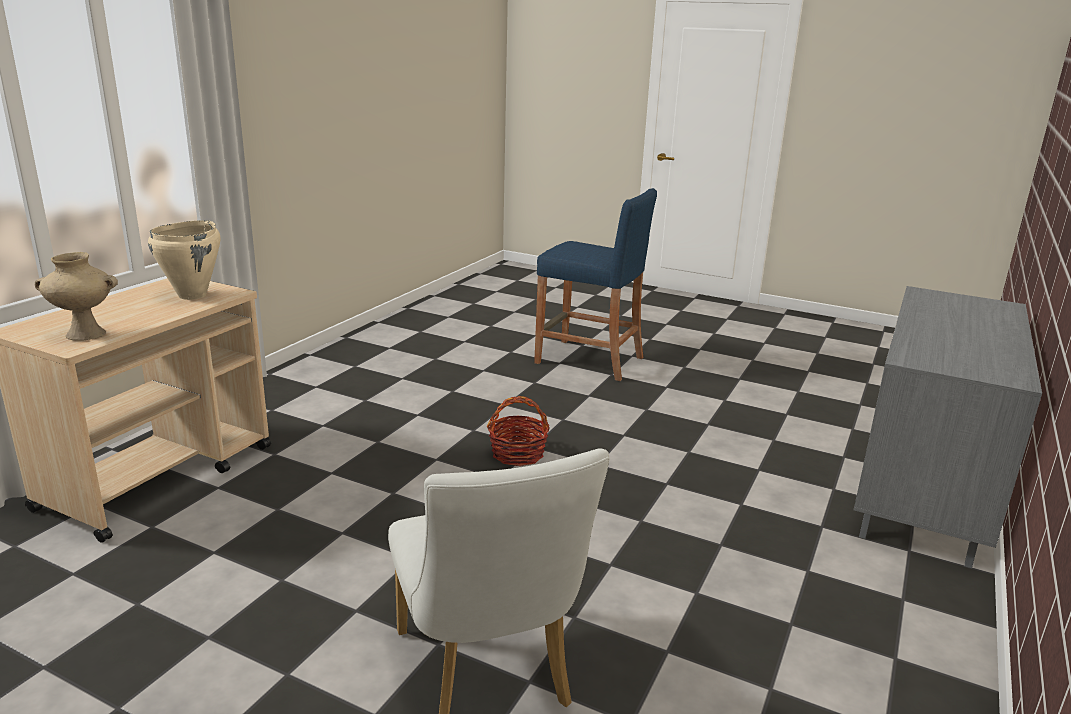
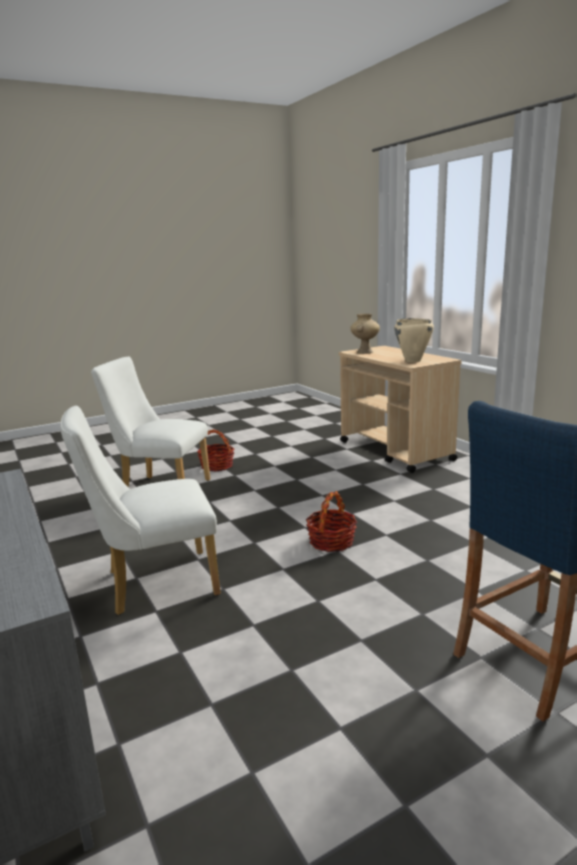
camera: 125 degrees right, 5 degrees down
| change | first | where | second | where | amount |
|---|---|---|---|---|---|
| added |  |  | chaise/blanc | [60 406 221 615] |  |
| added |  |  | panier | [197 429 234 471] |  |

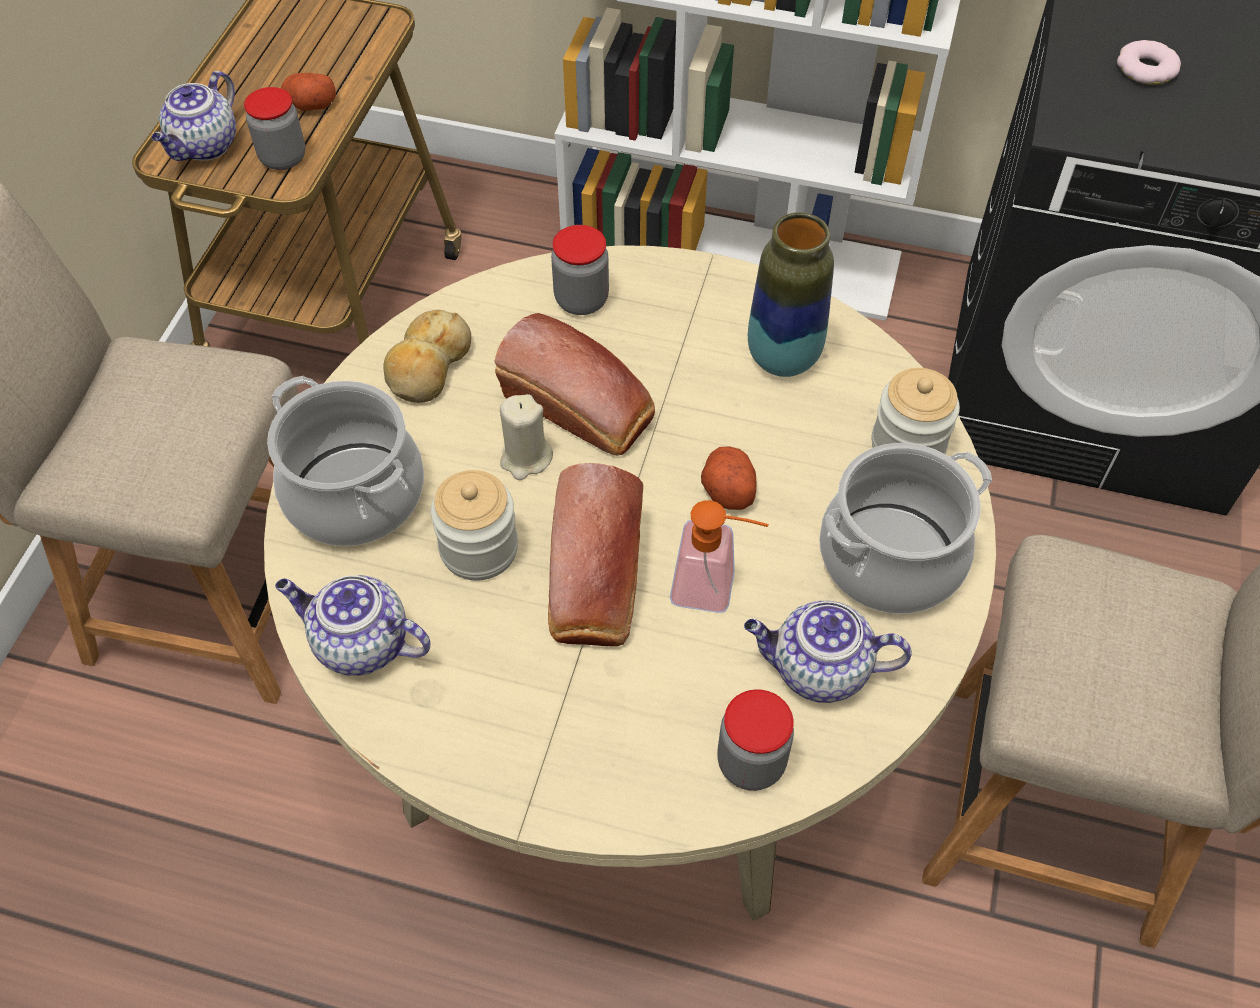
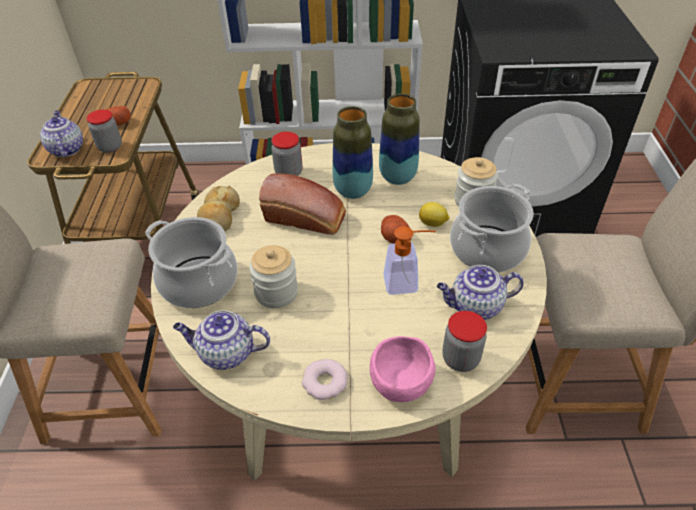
camera: 15 degrees left, 10 degrees down
| change | first | where | second | where | amount |
|---|---|---|---|---|---|
| turned | théière | [152 71 236 161] |  | [40 110 83 157] | 150 degrees clockwise |
| moved | beignet | [1117 40 1181 85] |  | [302 359 348 400] |  |
| added |  |  | vase | [333 106 373 199] |  |
| added |  |  | bol/rose | [370 336 436 402] |  |
| added |  |  | citron | [419 202 449 227] |  |
| removed | bougie/beige | [500 394 553 480] |  |  |  |
| removed | pain | [548 463 643 646] |  |  |  |

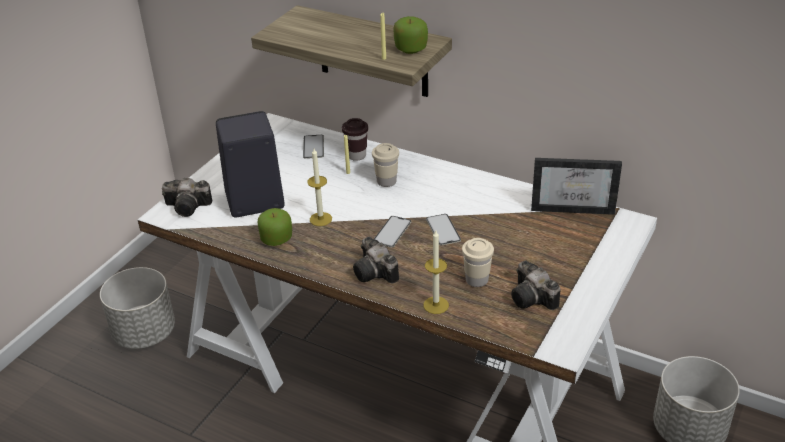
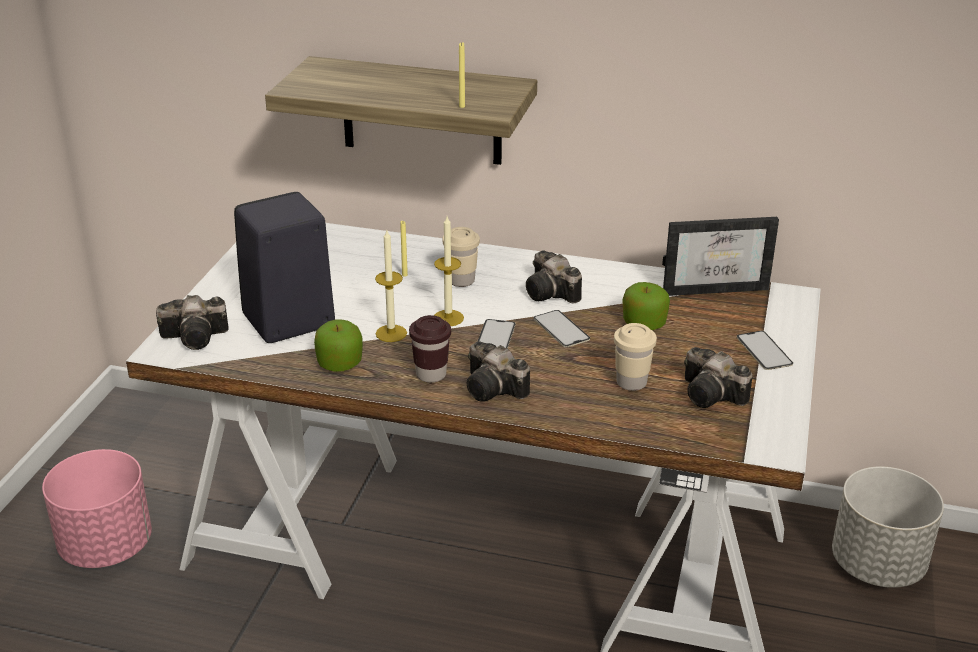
camera: 15 degrees left, 5 degrees down
| change | first | where | second | where | amount |
|---|---|---|---|---|---|
| recoloured | cache-pot/gris | [100 267 175 349] | cache-pot/rose | [42 449 152 568] |  |
| moved | tasse/marron | [342 118 368 161] |  | [409 315 451 383] |  |
| moved | bougie | [423 231 449 314] |  | [434 216 464 326] |  |
| added |  |  | appareil photo | [526 250 582 303] |  |
| moved | pomme | [394 16 428 54] |  | [622 282 670 330] |  |
| moved | téléphone | [303 135 324 159] |  | [737 331 793 370] |  |

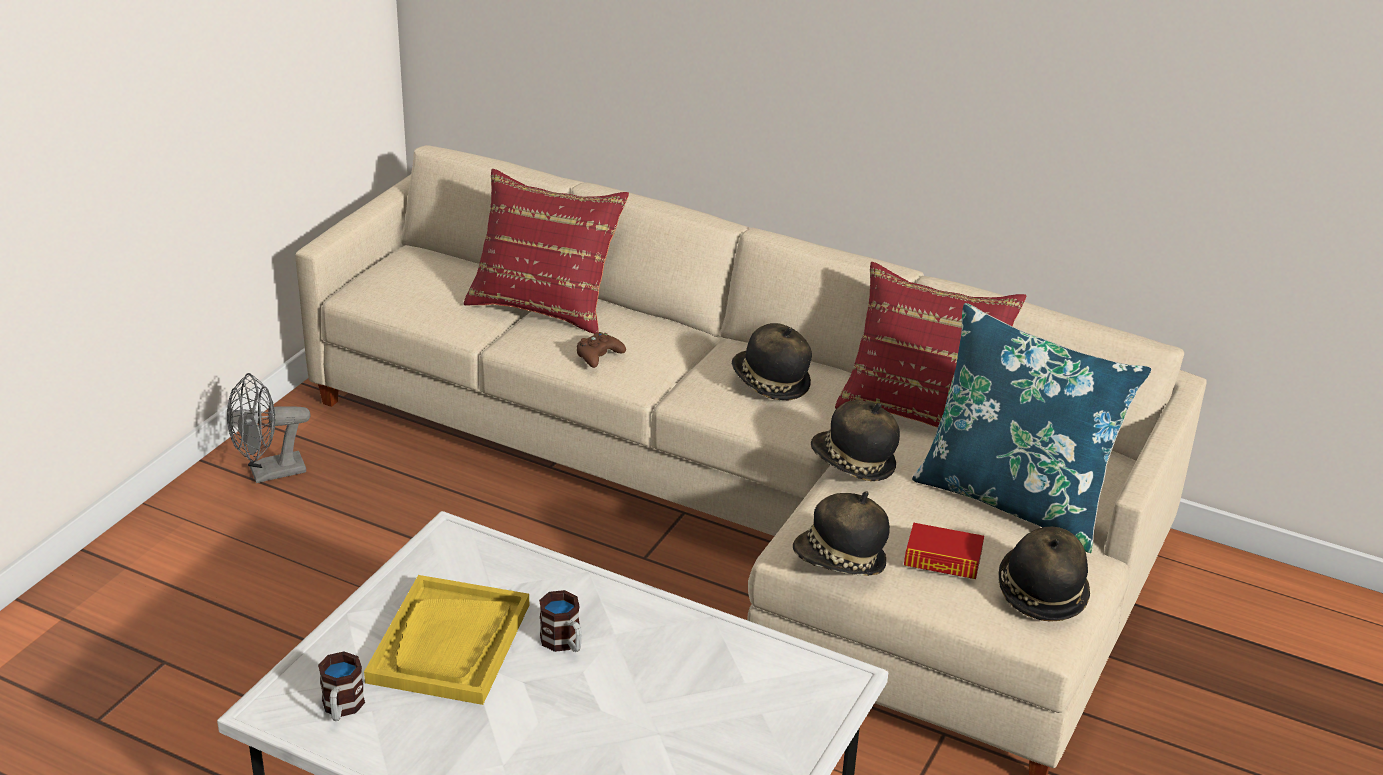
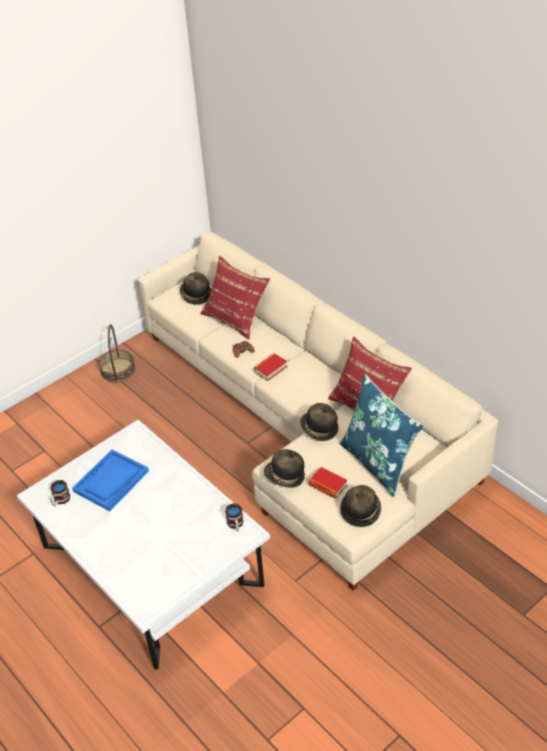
camera: 25 degrees right, 10 degrees up
| change | first | where | second | where | amount |
|---|---|---|---|---|---|
| recoloured | plateau/jaune | [364 575 529 705] | plateau/bleu | [72 449 149 511] |  |
| replaced | ventilateur/gris | [227 373 310 483] | panier | [98 324 135 382] |  |
| moved | chapeau | [732 323 812 400] |  | [180 272 211 305] |  |
| moved | mug | [539 590 582 652] |  | [225 503 244 531] |  |
| added |  |  | livre | [254 353 287 381] |  |

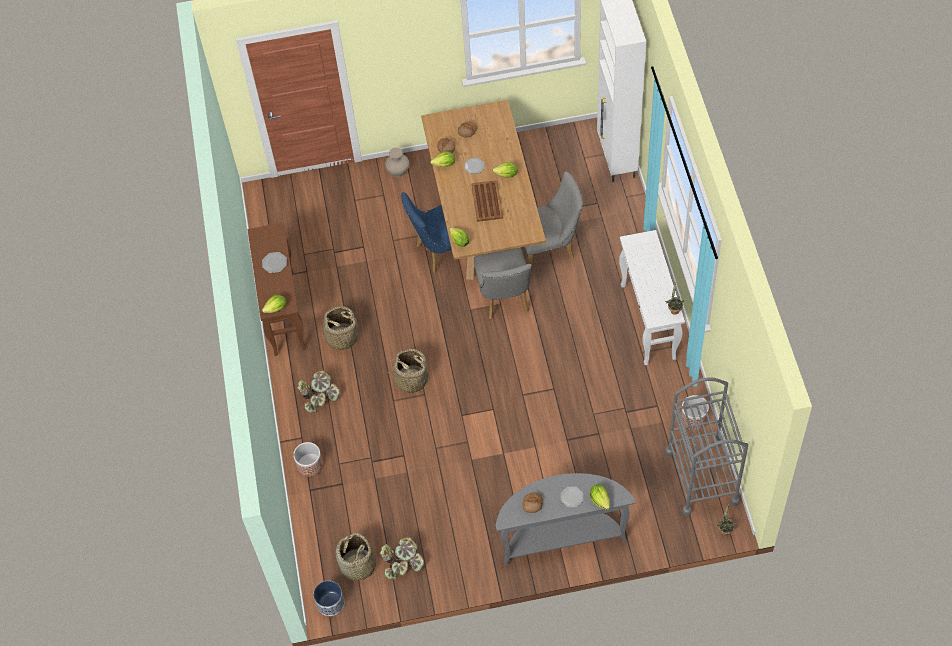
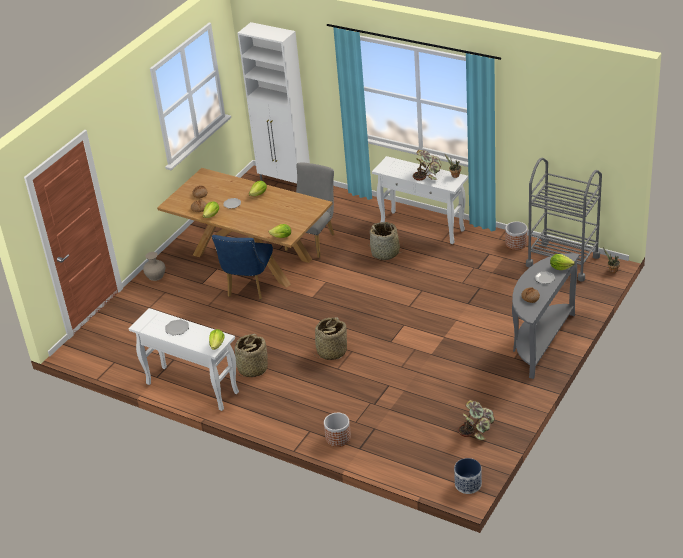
camera: 50 degrees left, 20 degrees down
| change | first | where | second | where | amount |
|---|---|---|---|---|---|
| recoloured | table console/marron | [247 222 306 356] | table console/blanc | [128 308 239 411] |  |
| moved | panier | [336 533 376 582] |  | [368 222 404 260] |  |
| moved | plante en pot | [297 370 340 413] |  | [413 150 442 181] |  |
| removed | plateau/marron | [471 180 503 222] |  |  |  |
| removed | chaise/gris | [474 248 532 319] |  |  |  |

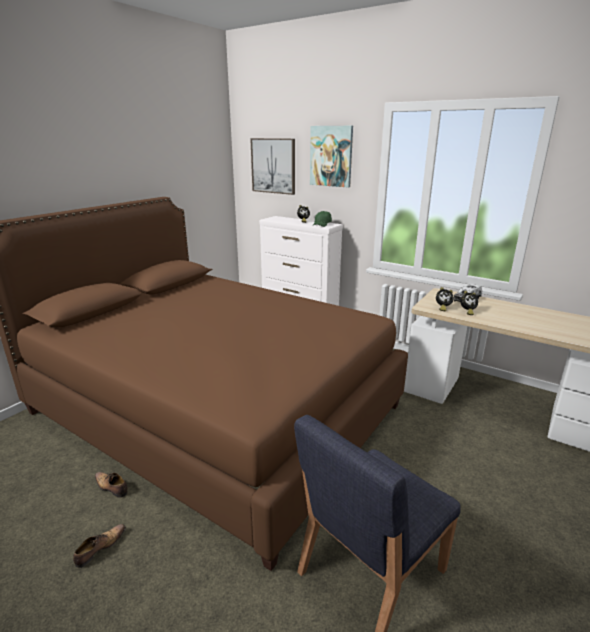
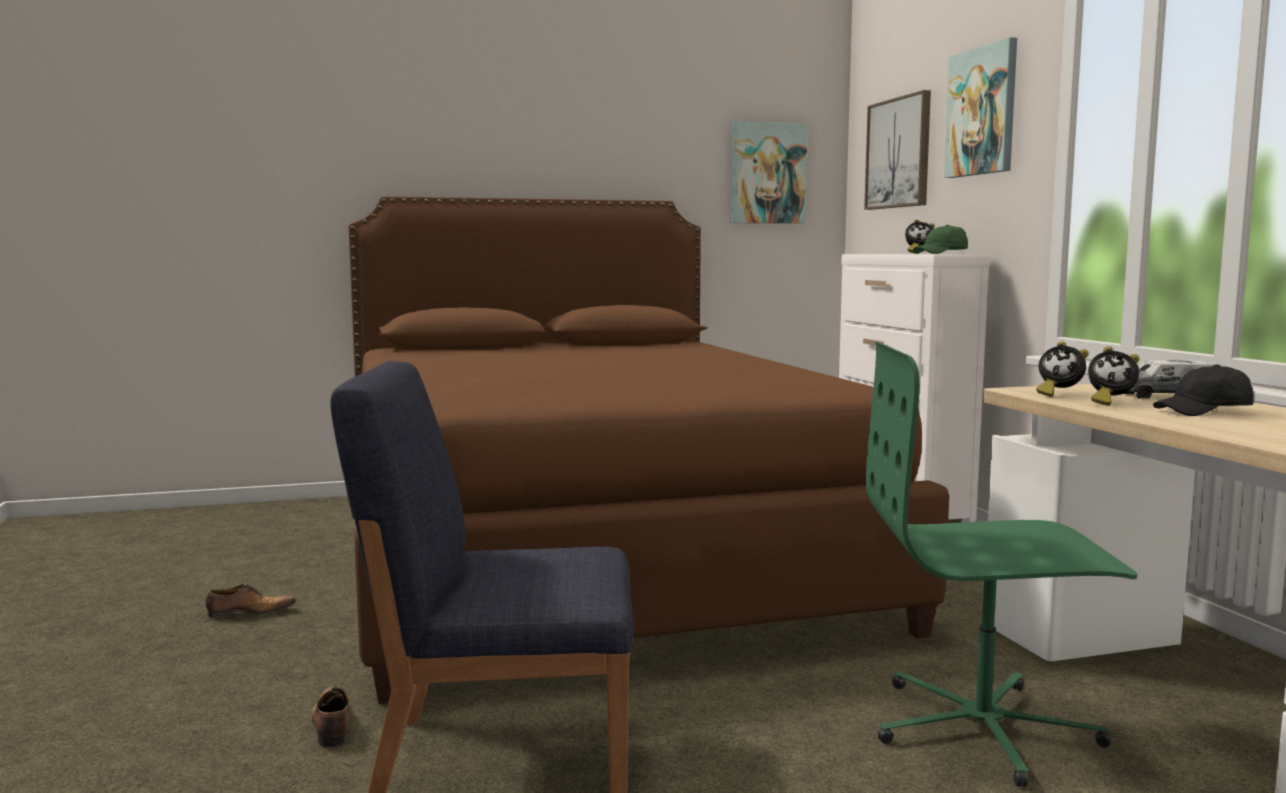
camera: 40 degrees right, 15 degrees down
| change | first | where | second | where | amount |
|---|---|---|---|---|---|
| moved | chaussure | [95 472 128 498] |  | [311 686 349 747] |  |
| added |  |  | tableau | [730 121 808 224] |  |
| added |  |  | chaise de bureau/vert | [866 342 1138 787] |  |
| added |  |  | casquette/noir | [1153 365 1254 416] |  |

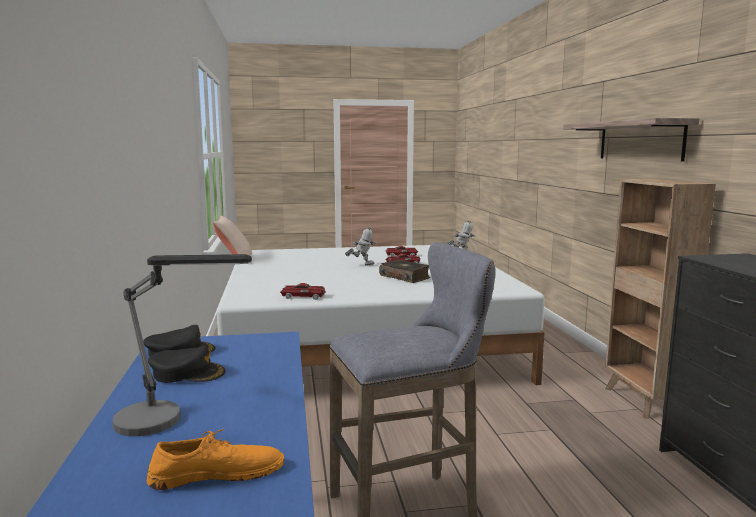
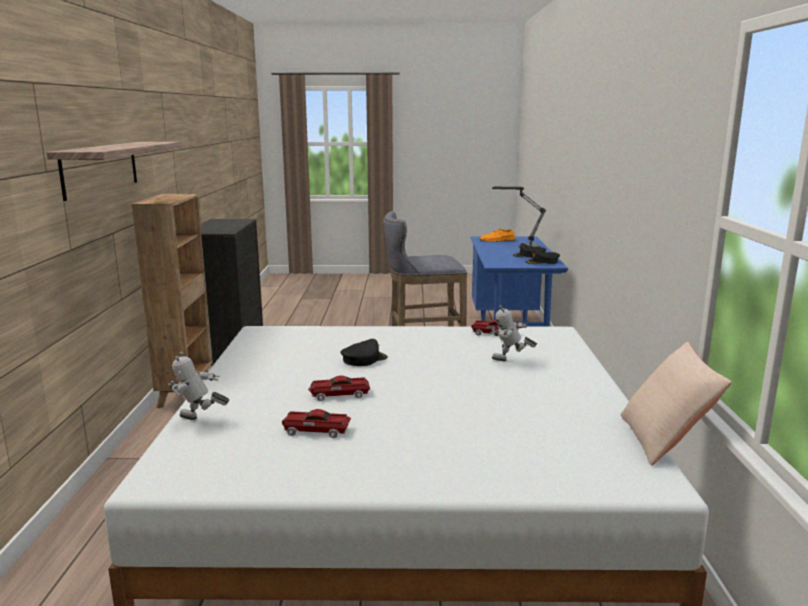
camera: 170 degrees left, 5 degrees up
| change | first | where | second | where | amount |
|---|---|---|---|---|---|
| replaced | livre | [379 259 430 283] | casquette/noir | [341 339 388 366] |  |
| moved | robot jouet | [345 227 376 266] |  | [490 305 537 361] |  |

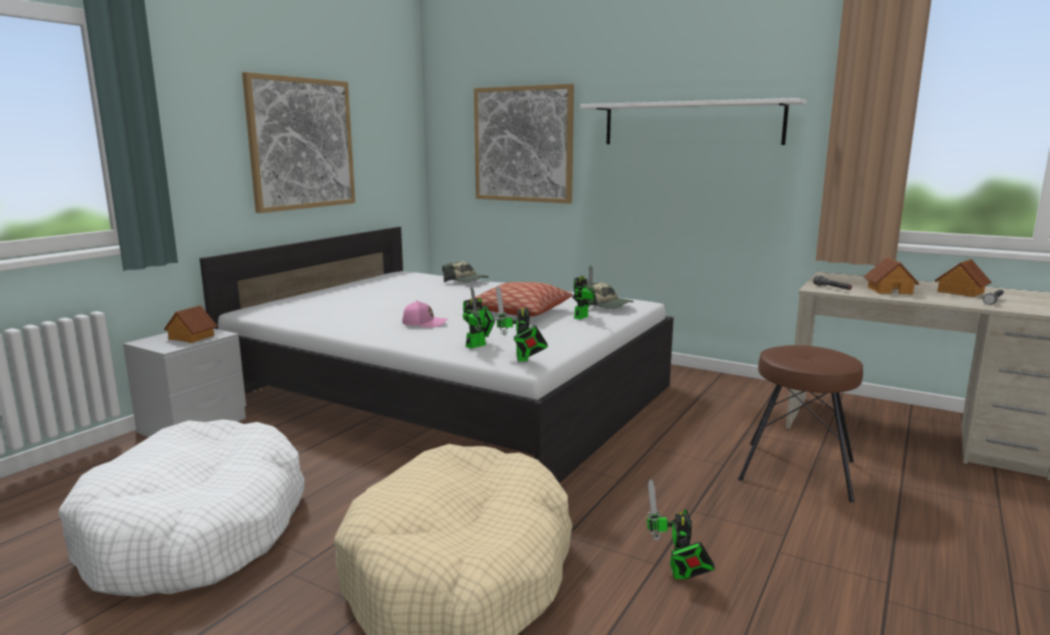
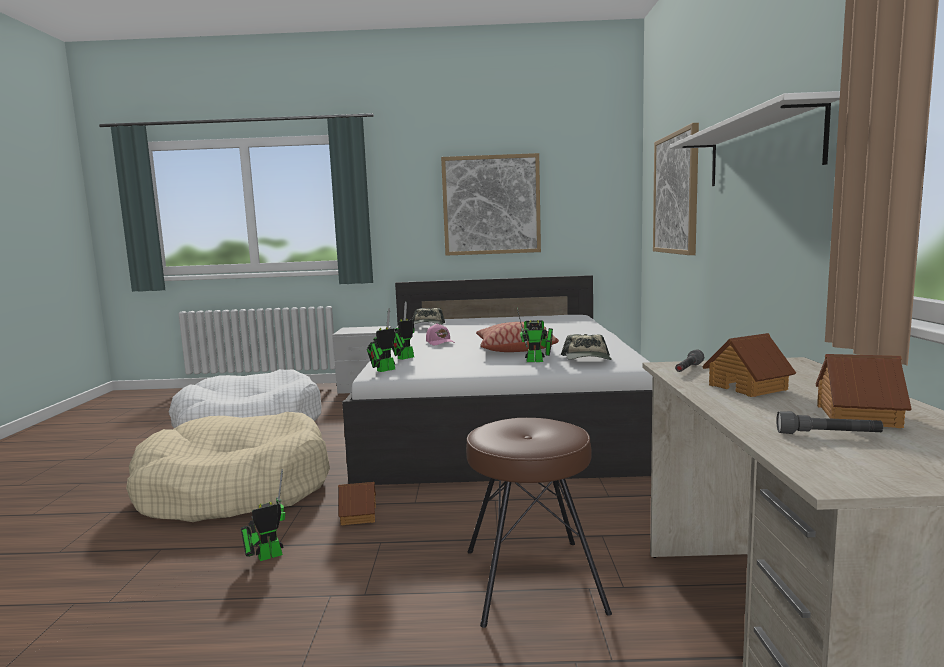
camera: 60 degrees right, 5 degrees down
| change | first | where | second | where | amount |
|---|---|---|---|---|---|
| moved | maison miniature | [164 305 217 343] |  | [338 482 376 525] |  |
| turned | robot jouet | [463 287 495 349] |  | [392 301 415 360] | 120 degrees clockwise |
| moved | casquette | [442 261 489 282] |  | [412 308 445 325] |  |

